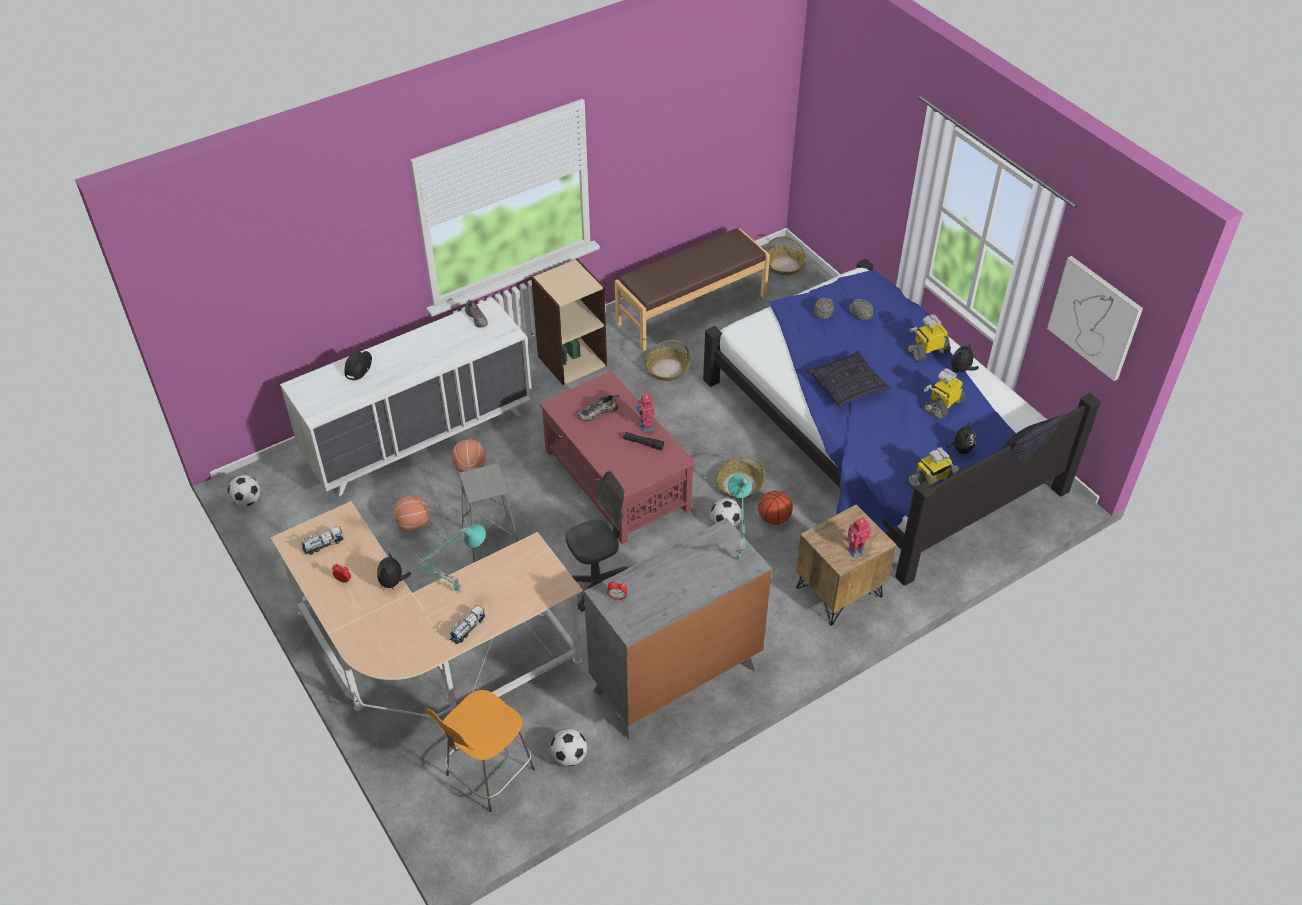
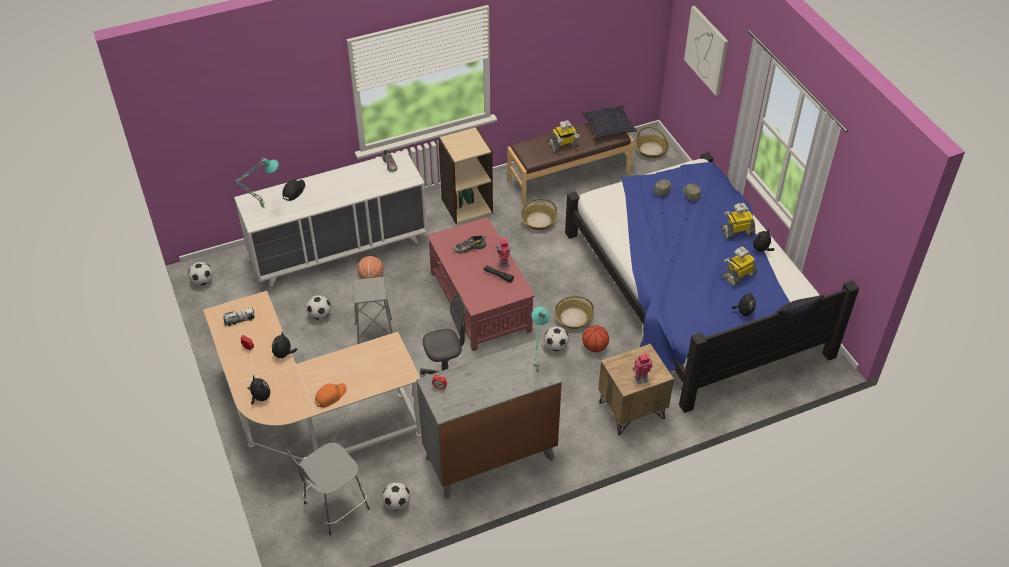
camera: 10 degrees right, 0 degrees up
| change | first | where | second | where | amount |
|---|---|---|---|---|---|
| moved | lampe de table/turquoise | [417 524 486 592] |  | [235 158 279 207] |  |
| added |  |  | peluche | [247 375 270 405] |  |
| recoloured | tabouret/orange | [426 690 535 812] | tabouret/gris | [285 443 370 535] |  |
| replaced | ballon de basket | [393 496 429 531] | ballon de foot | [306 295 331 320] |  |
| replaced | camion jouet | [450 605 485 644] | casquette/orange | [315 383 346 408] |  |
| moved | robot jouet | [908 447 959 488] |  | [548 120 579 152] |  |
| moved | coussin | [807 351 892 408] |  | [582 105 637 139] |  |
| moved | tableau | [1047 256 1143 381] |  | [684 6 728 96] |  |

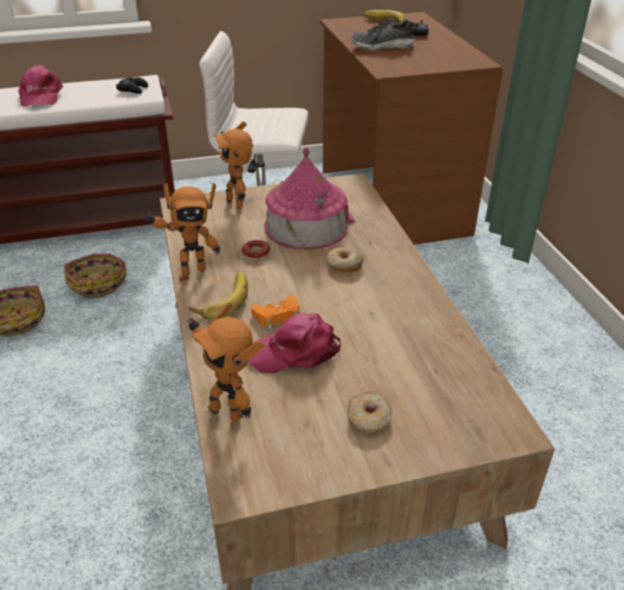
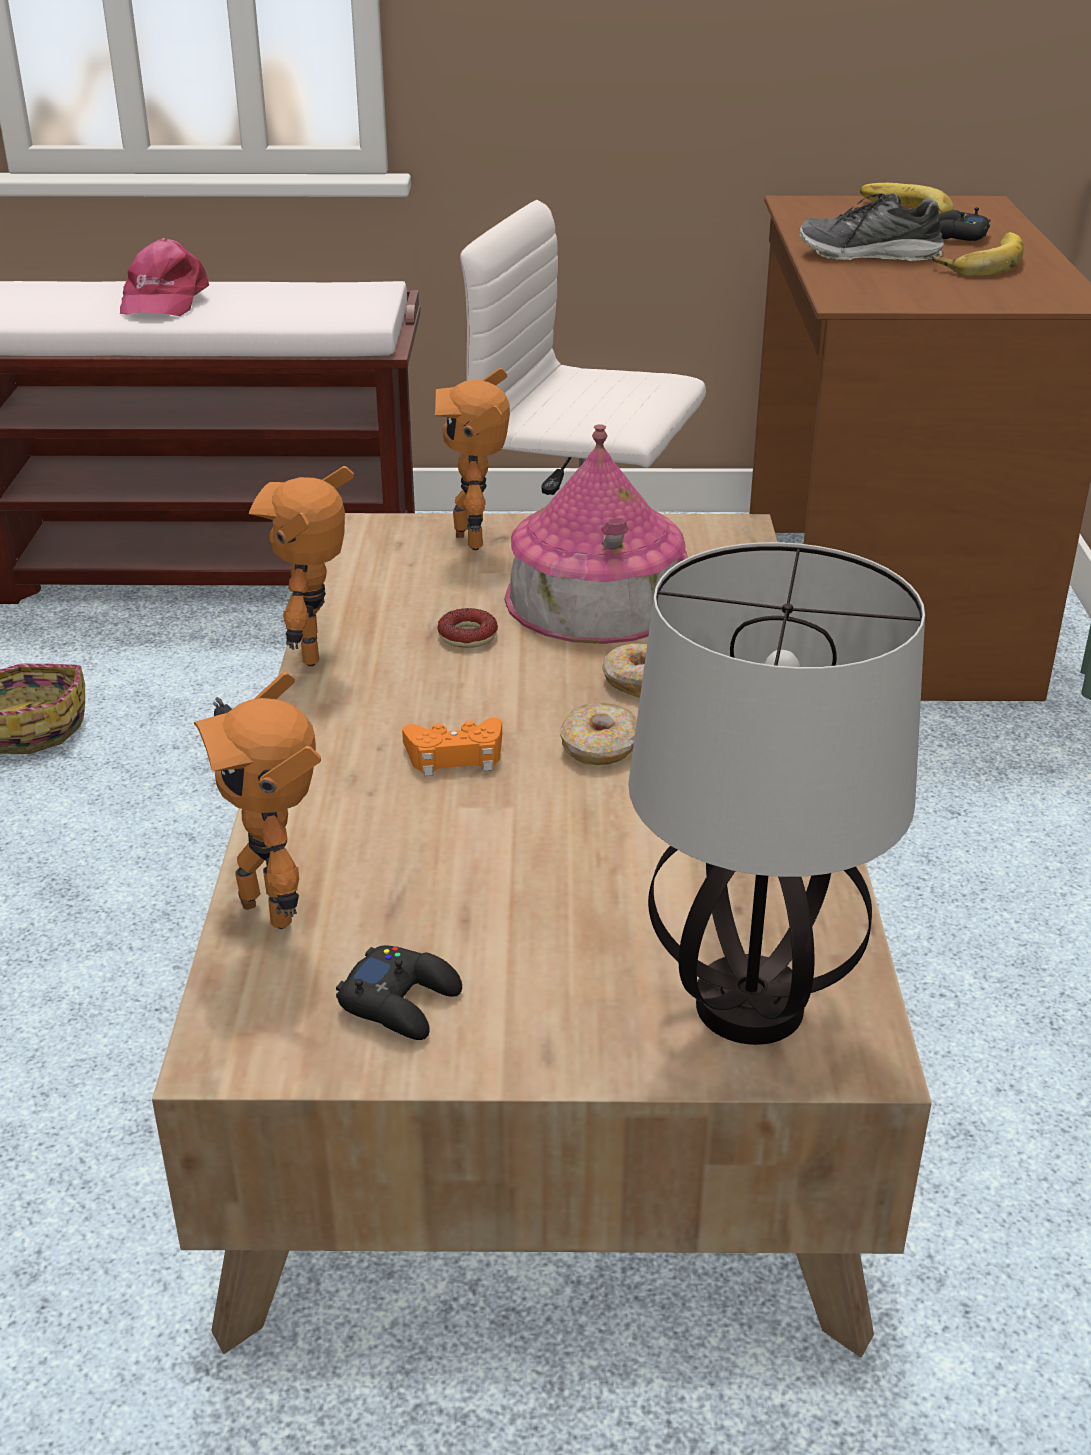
camera: 15 degrees right, 5 degrees down
| change | first | where | second | where | amount |
|---|---|---|---|---|---|
| turned | robot jouet | [144 183 220 281] |  | [249 466 354 666] | 105 degrees clockwise |
| moved | manette/noir | [116 77 148 94] |  | [336 945 462 1040] |  |
| moved | beignet | [348 391 392 434] |  | [559 703 637 765] |  |
| added |  |  | lampe de table | [628 542 925 1045] |  |
| moved | banane | [189 271 248 320] |  | [932 232 1024 276] |  |
| removed | panier | [65 254 127 298] |  |  |  |
| removed | casquette/rose | [249 313 341 373] |  |  |  |

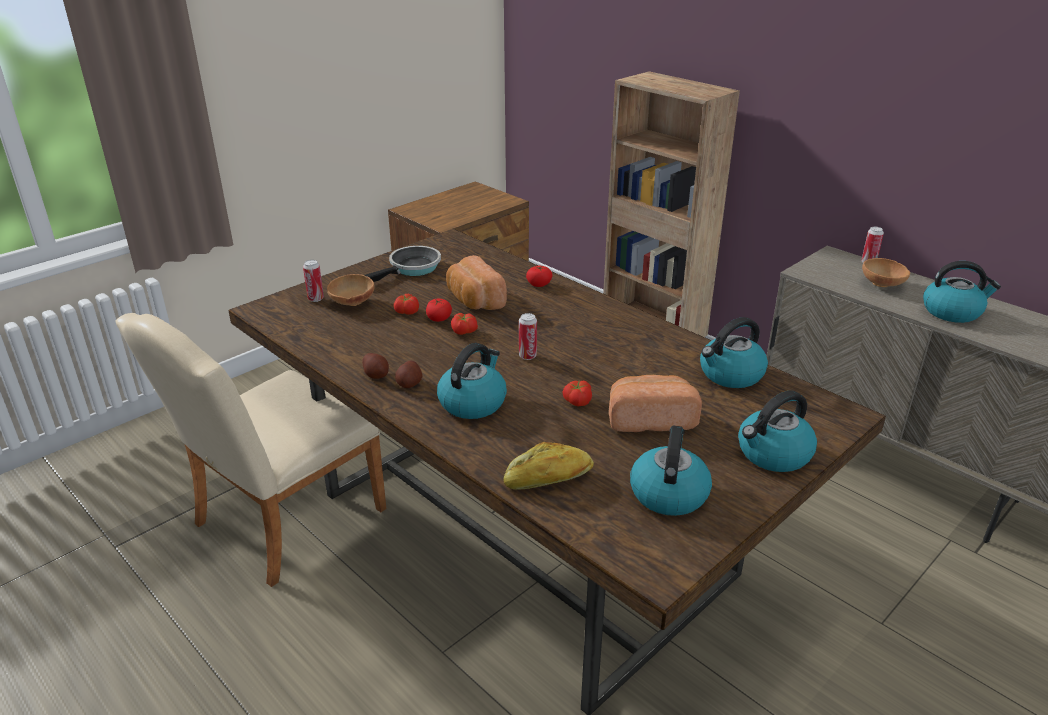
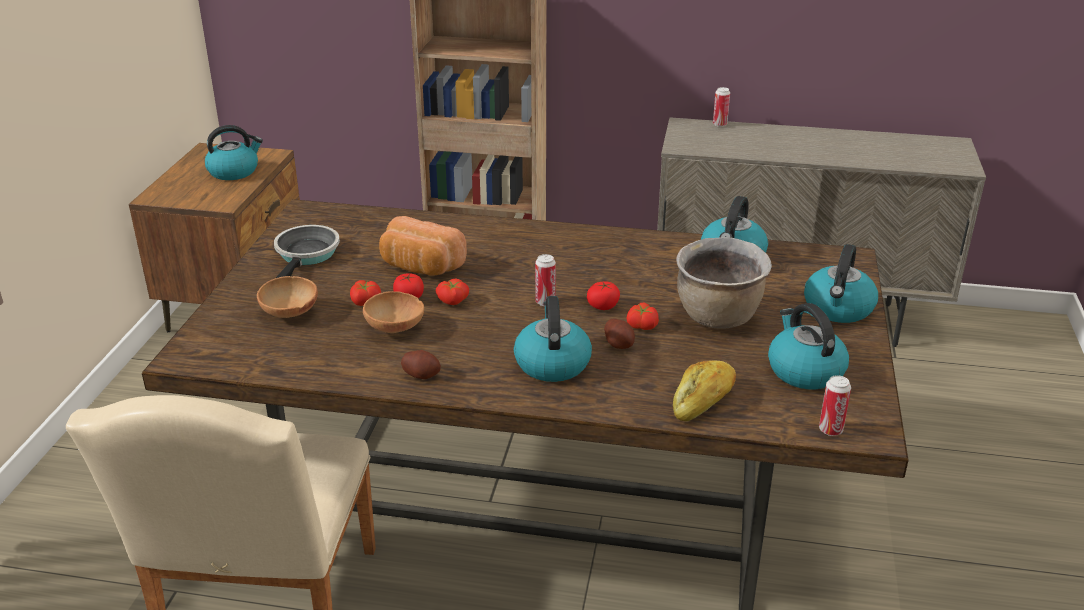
camera: 35 degrees left, 0 degrees up
| change | first | where | second | where | amount |
|---|---|---|---|---|---|
| moved | bouilloire | [923 261 1001 323] |  | [205 125 263 180] |  |
| moved | bol/marron | [862 258 910 287] |  | [363 291 424 333] |  |
| moved | tomate | [526 266 553 287] |  | [587 281 620 310] |  |
| moved | pomme de terre | [395 361 423 388] |  | [604 318 635 349] |  |
| replaced | pain | [609 375 702 432] | marmite/marron | [676 237 772 329] |  |
| moved | boîte métallique | [303 260 324 302] |  | [819 375 851 436] |  |

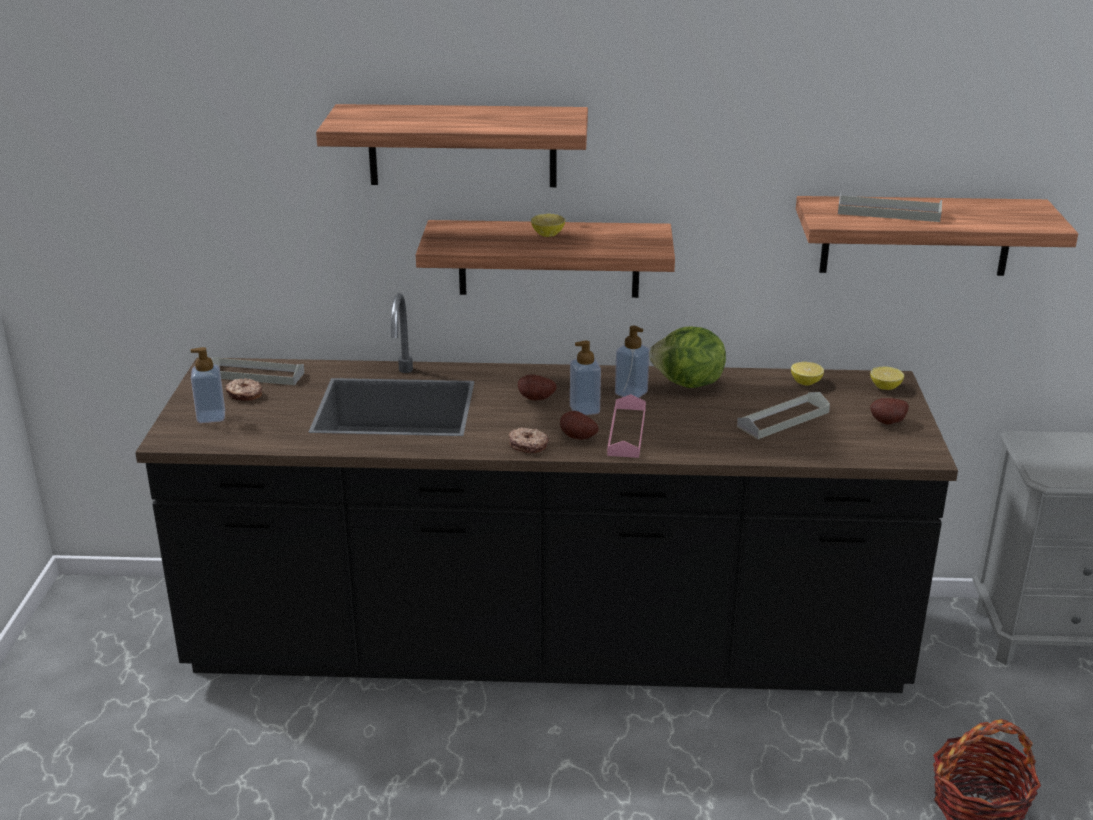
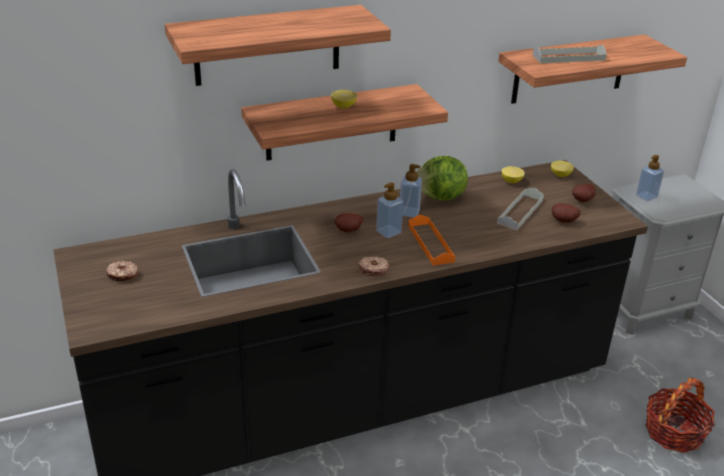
camera: 25 degrees left, 5 degrees up
| change | first | where | second | where | amount |
|---|---|---|---|---|---|
| recoloured | plateau/rose | [607 394 646 458] | plateau/orange | [408 215 455 266] |  |
| moved | pomme de terre | [560 411 599 440] |  | [552 203 581 223] |  |
| moved | distributeur de savon | [191 347 225 423] |  | [636 155 664 201] |  |
| removed | plateau/gris | [211 357 305 385] |  |  |  |

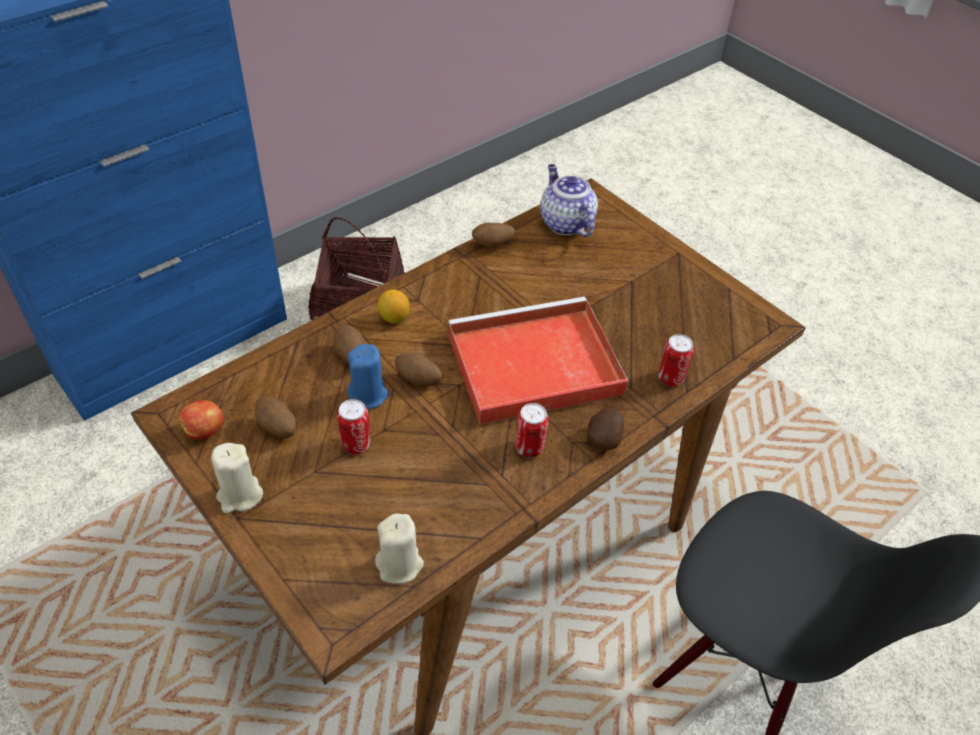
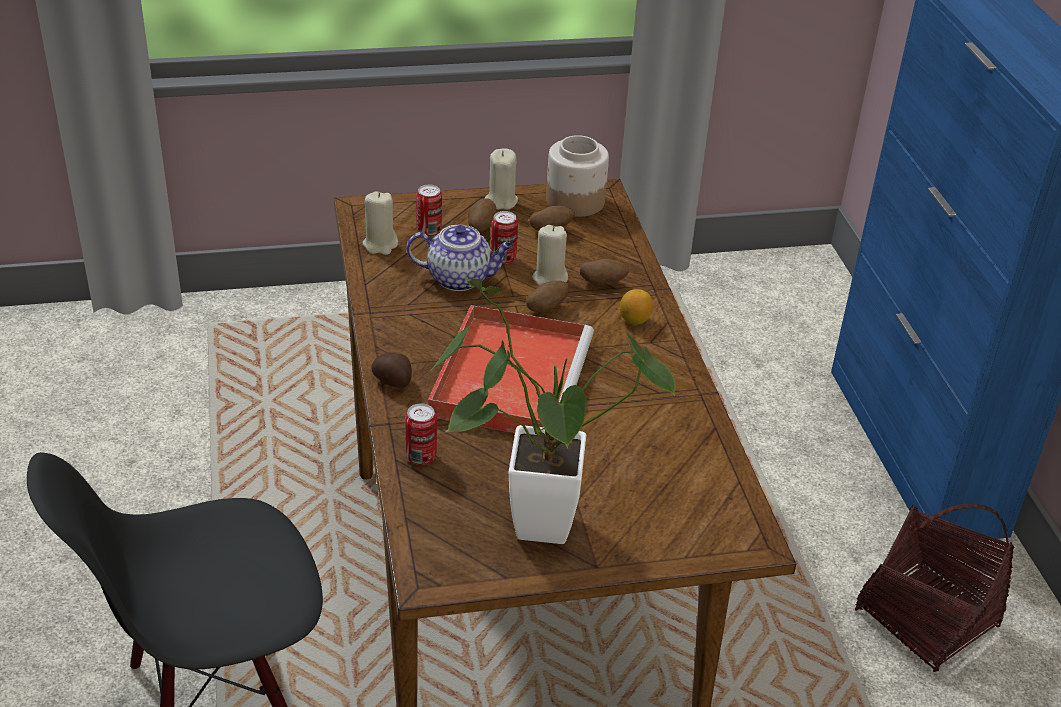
camera: 120 degrees right, 10 degrees down
| change | first | where | second | where | amount |
|---|---|---|---|---|---|
| moved | théière | [540 164 598 237] |  | [406 225 513 291] |  |
| moved | boîte métallique | [516 403 548 458] |  | [416 184 442 236] |  |
| added |  |  | plante en pot | [429 276 676 544] |  |
| moved | pomme de terre | [472 223 515 247] |  | [468 198 497 232] |  |
| recoloured | bougie/bleu | [347 344 389 409] | bougie/beige | [532 225 568 286] |  |
| replaced | pomme | [179 400 224 439] | bocal | [546 135 609 217] |  |

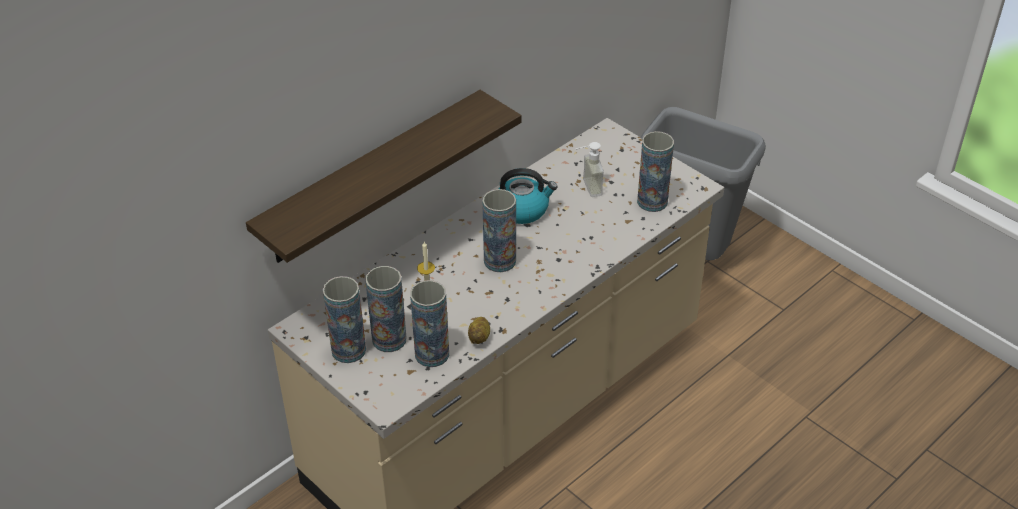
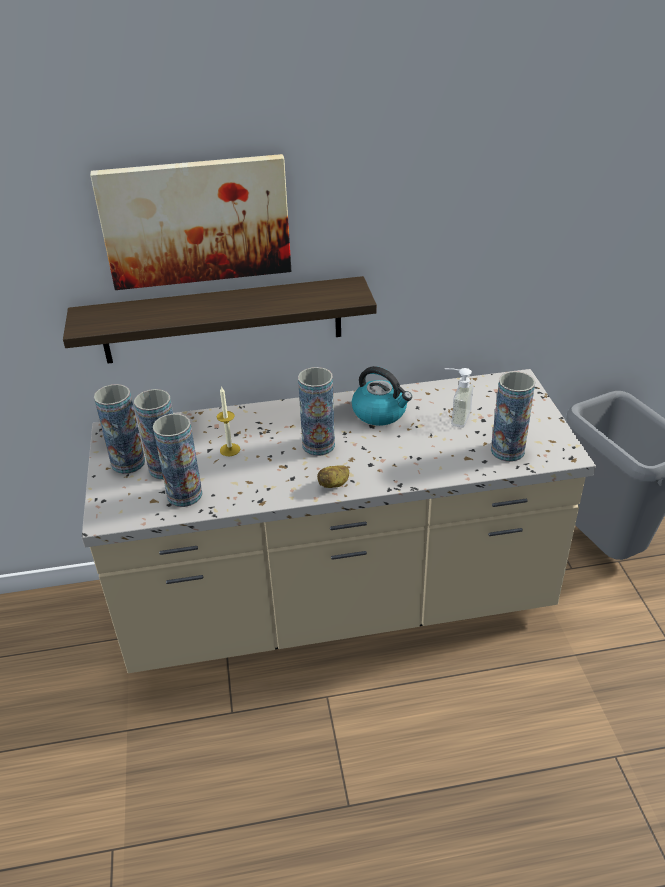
camera: 35 degrees right, 5 degrees down
| change | first | where | second | where | amount |
|---|---|---|---|---|---|
| added |  |  | tableau | [90 154 292 290] |  |
| moved | pomme de terre | [468 317 490 344] |  | [317 465 349 488] |  |

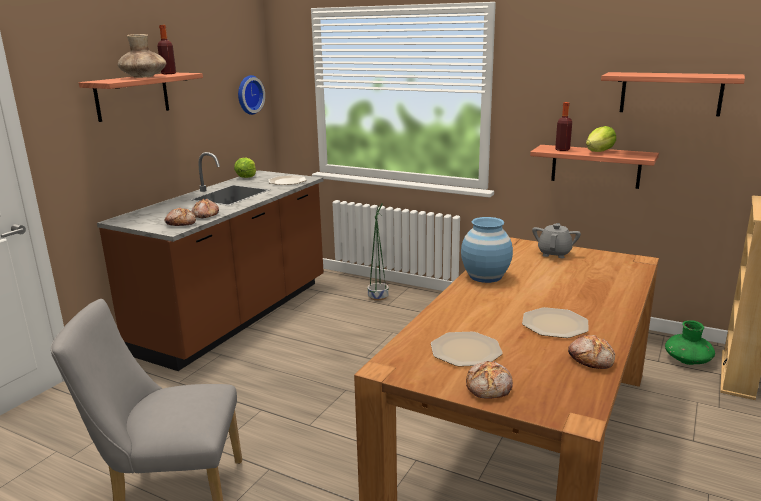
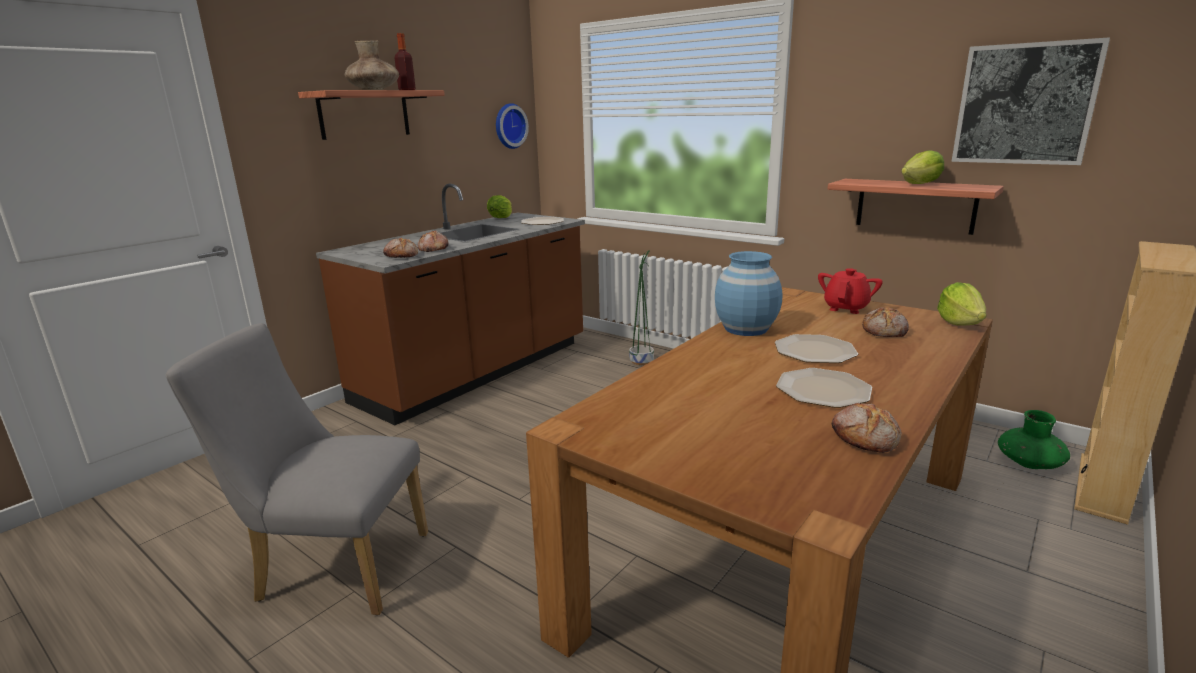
camera: 10 degrees right, 0 degrees up
| change | first | where | second | where | amount |
|---|---|---|---|---|---|
| moved | assiette | [431 332 503 367] |  | [775 334 858 363] |  |
| recoloured | théière/gris | [532 223 581 258] | théière/rouge | [818 268 883 314] |  |
| moved | pain | [466 361 513 399] |  | [862 307 909 337] |  |
| added |  |  | laitue | [937 282 987 326] |  |
| replaced | étagère | [601 72 745 116] | tableau | [951 37 1110 165] |  |
| removed | bouteille | [555 102 572 151] |  |  |  |

